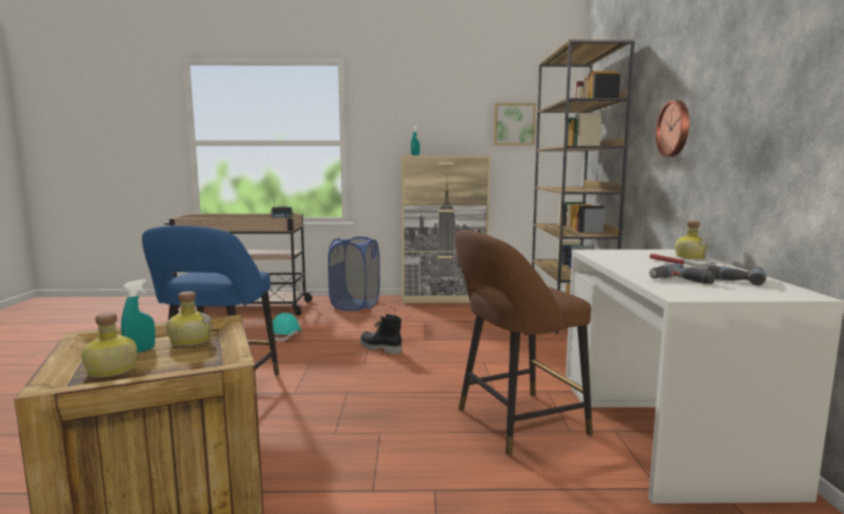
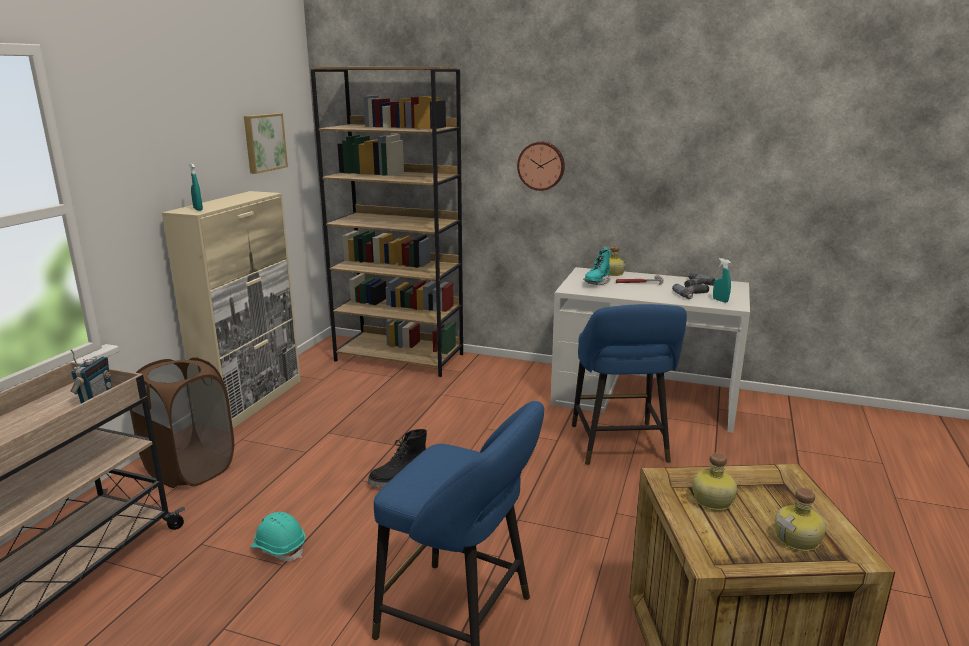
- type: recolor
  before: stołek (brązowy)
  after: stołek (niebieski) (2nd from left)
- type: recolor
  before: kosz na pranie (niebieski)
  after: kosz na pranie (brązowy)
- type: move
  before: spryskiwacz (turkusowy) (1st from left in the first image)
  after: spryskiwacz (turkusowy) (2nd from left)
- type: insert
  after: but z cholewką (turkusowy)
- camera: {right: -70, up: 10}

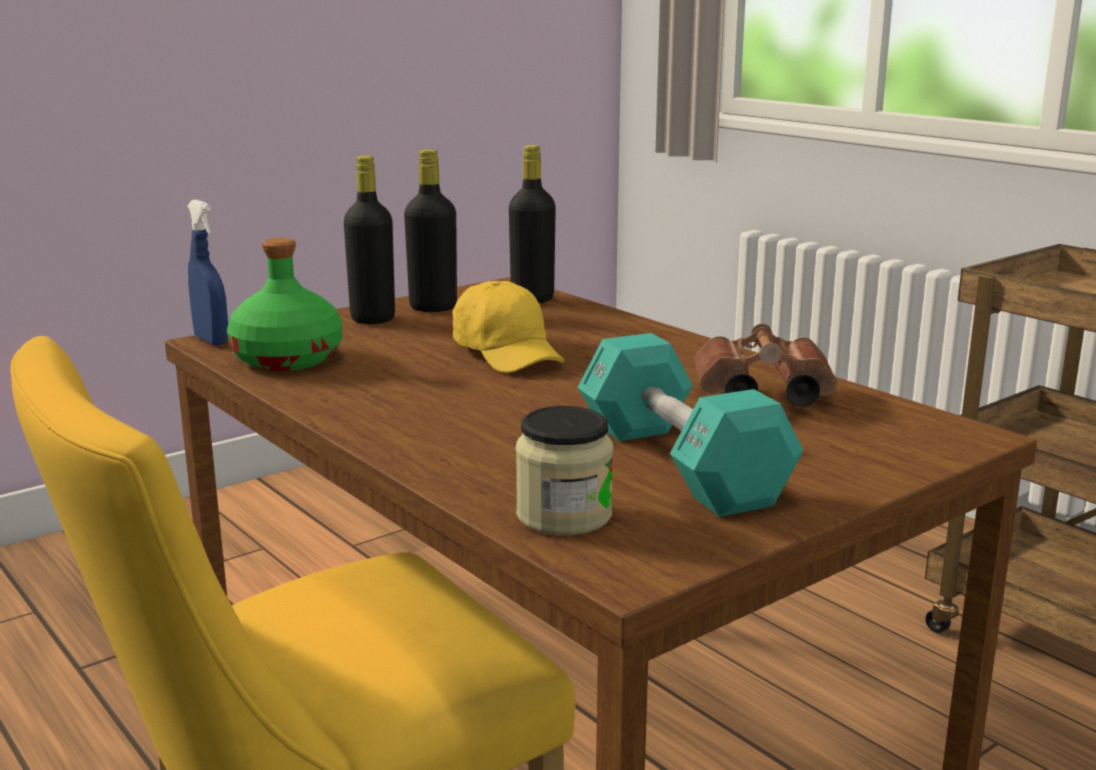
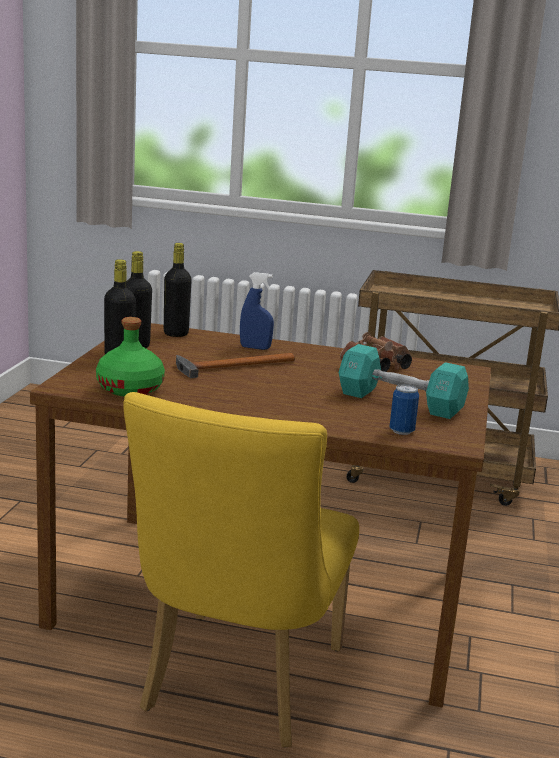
- type: move
  before: spryskiwacz (niebieski)
- type: replace
  before: czapka z daszkiem (żółty)
  after: młotek
- type: replace
  before: słoik
  after: puszka
- camera: {right: -40, up: 0}

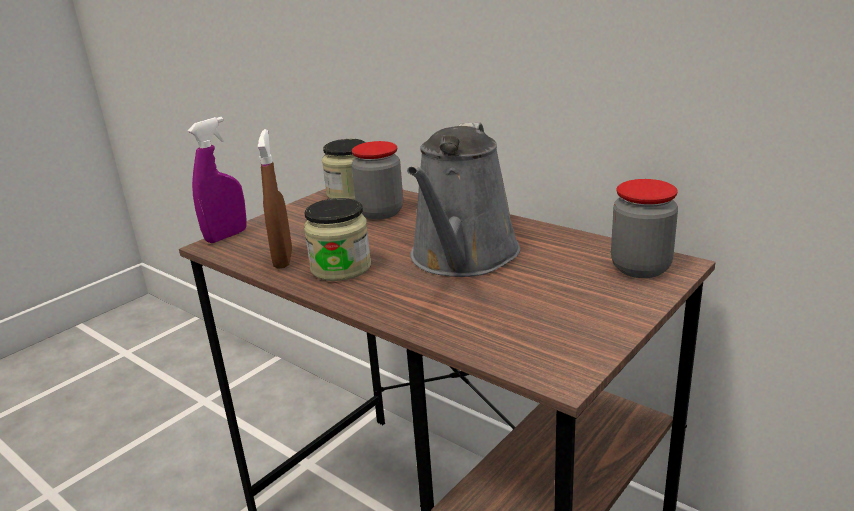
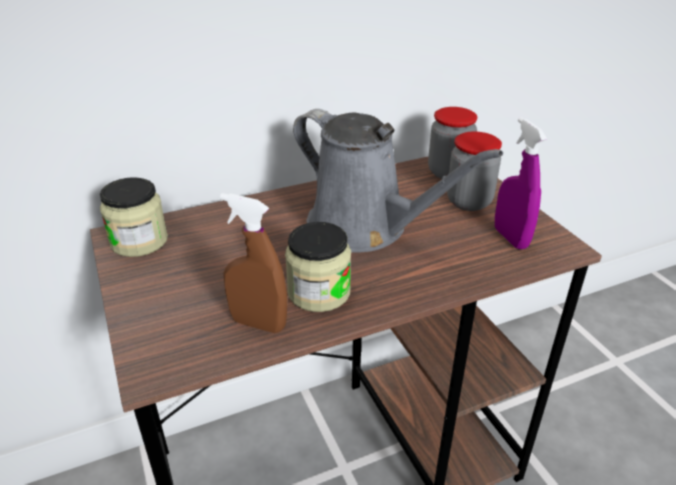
- type: move
  before: spryskiwacz (fioletowy)
- type: move
  before: słoik (3rd from left in the first image)
  after: słoik (4th from left)
- camera: {right: -65, up: 10}

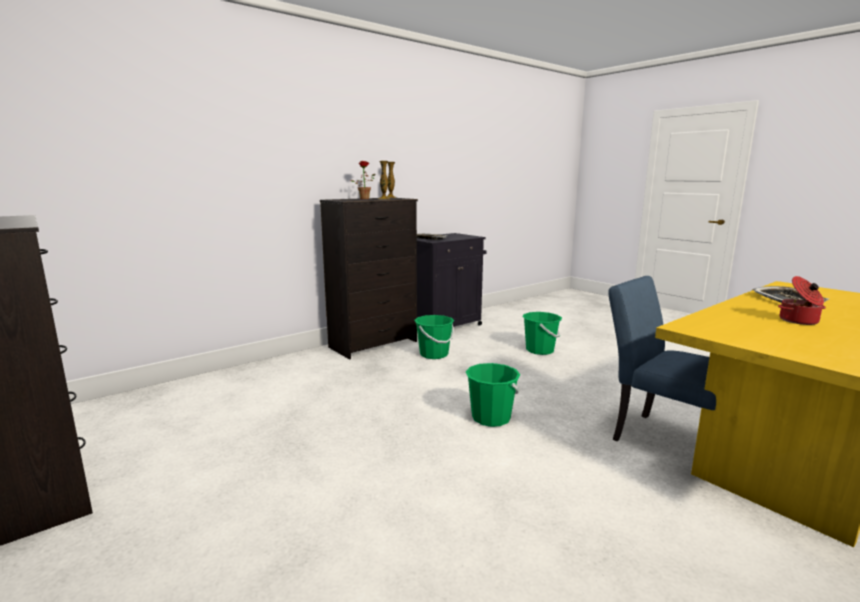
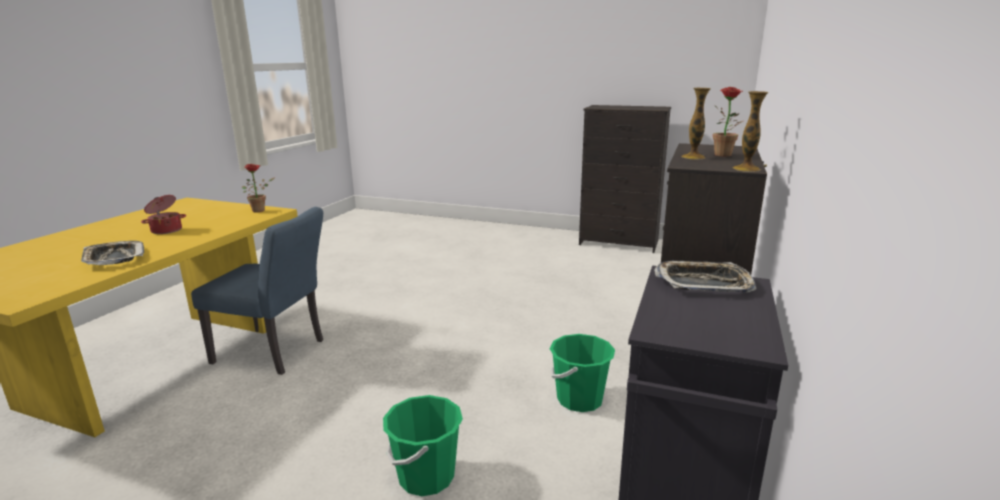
- type: delete
  before: wiadro (zielony) (2nd from left)
- type: insert
  after: roślina doniczkowa (1st from left)
- camera: {right: 150, up: 5}

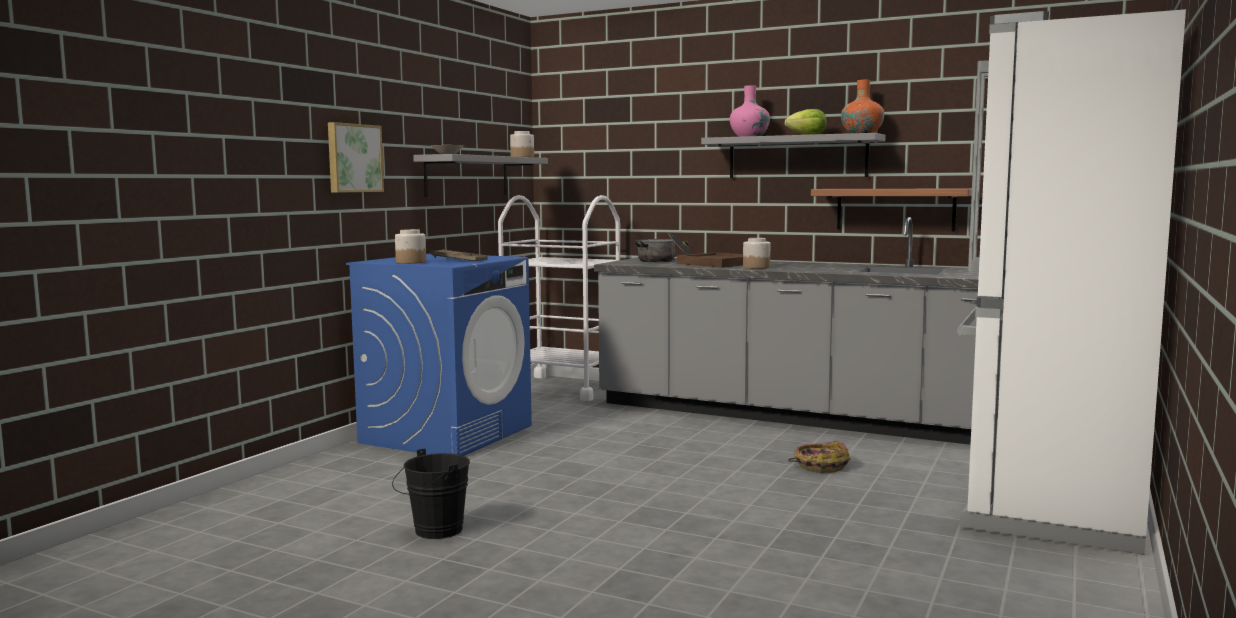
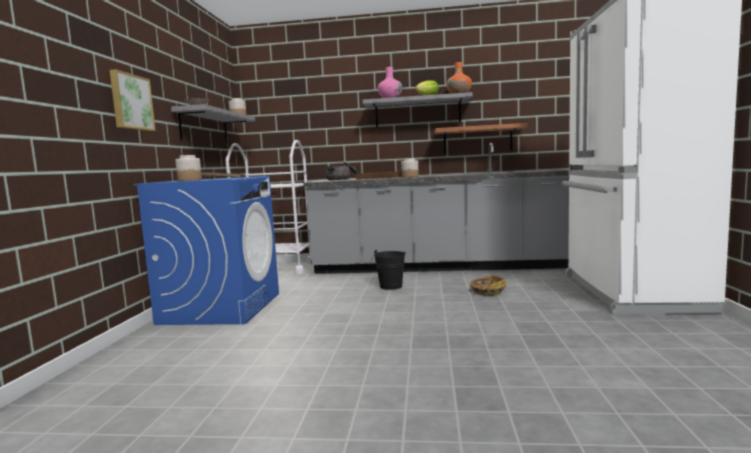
- type: move
  before: wiadro (czarny)
- camera: {right: -20, up: 0}

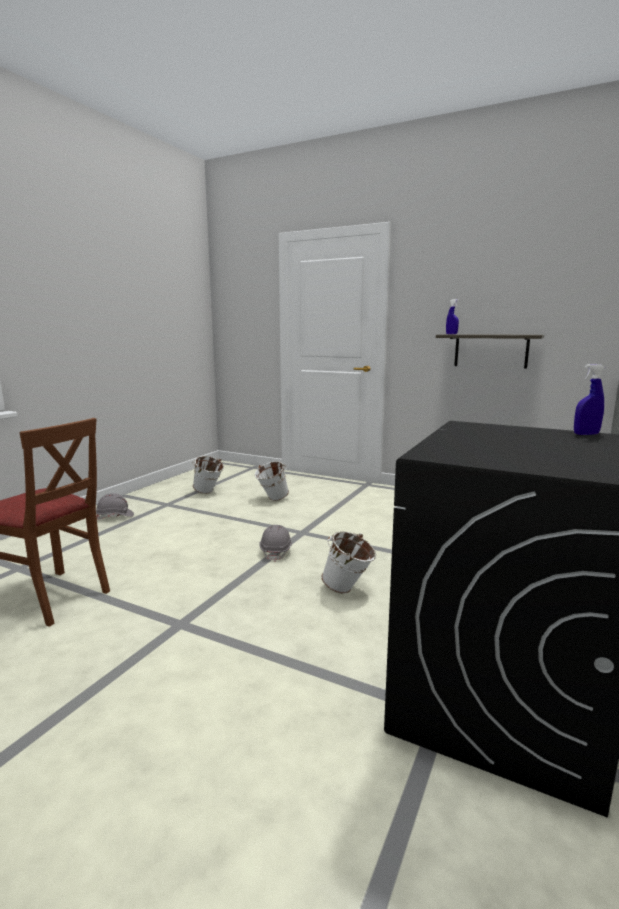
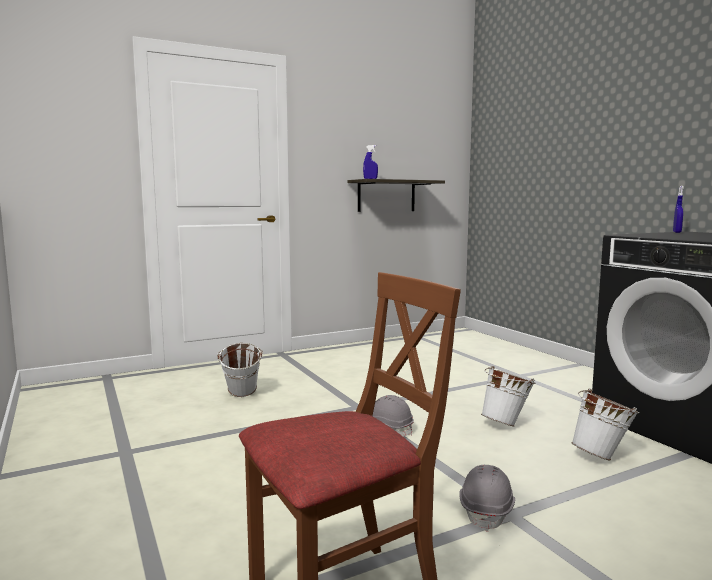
- type: move
  before: wiadro (biały) (1st from left in the first image)
  after: wiadro (biały) (3rd from left)
- type: move
  before: kask (szary) (1st from left in the first image)
  after: kask (szary) (2nd from left)
- camera: {right: -55, up: -5}

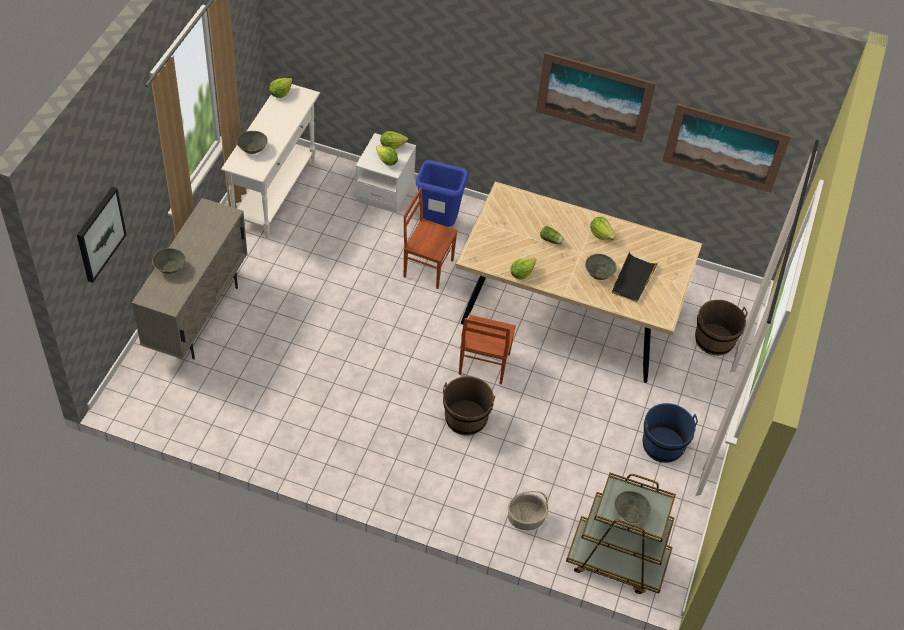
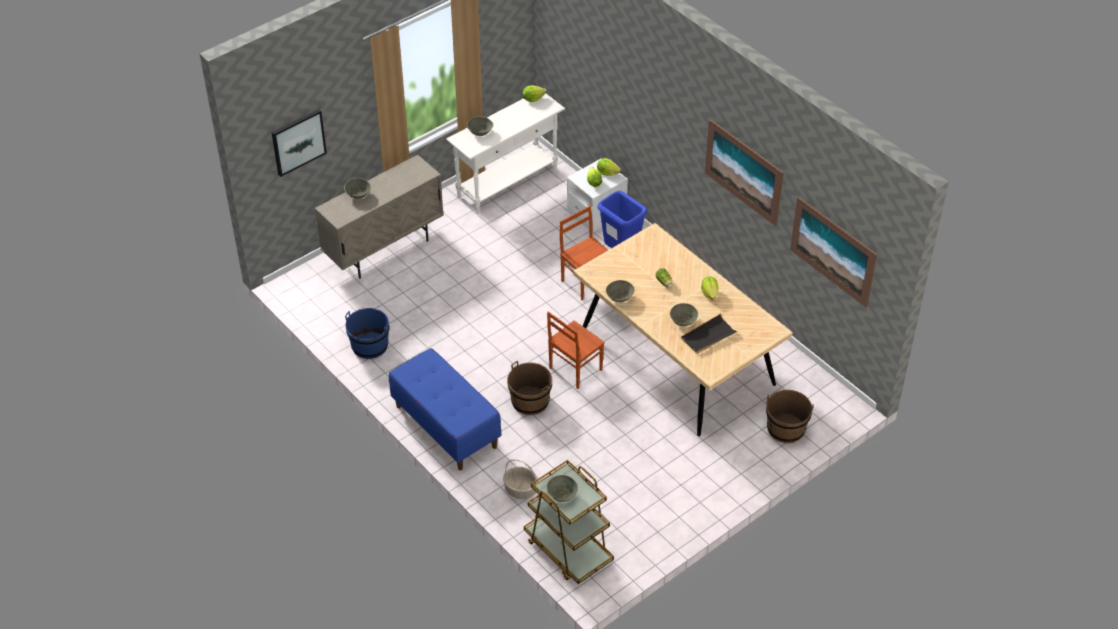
- type: replace
  before: sałata (4th from left)
  after: miska (szary) (4th from left)
- type: move
  before: wiadro (niebieski)
- type: insert
  after: ławka (niebieski)
- camera: {right: 35, up: -5}

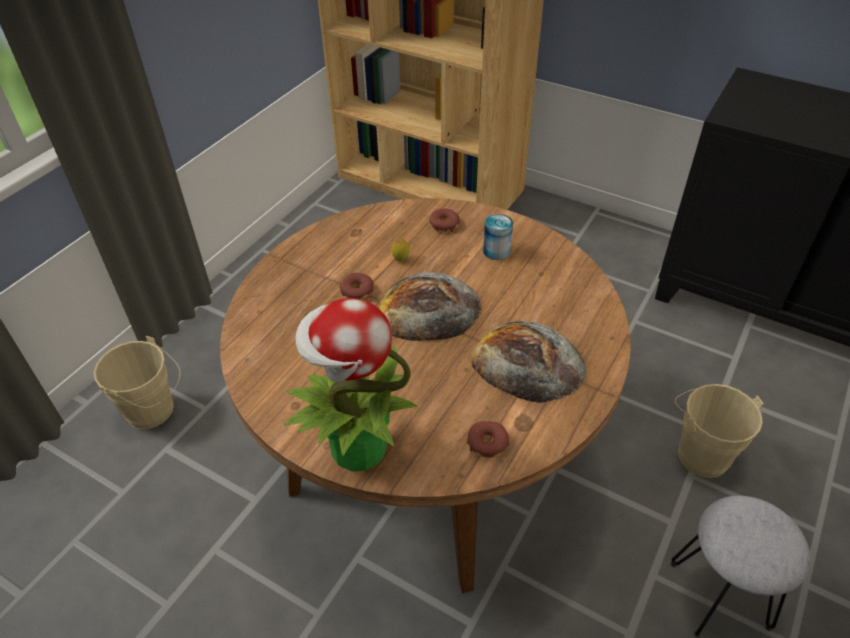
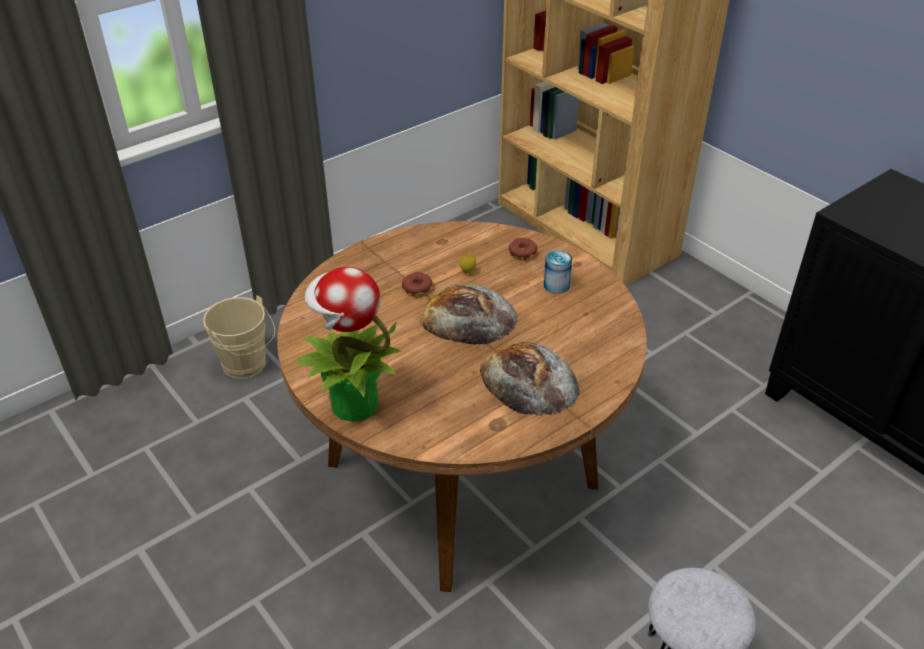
- type: delete
  before: wiadro (beżowy) (2nd from left)
- type: delete
  before: donut (3rd from left)
- camera: {right: 20, up: -5}

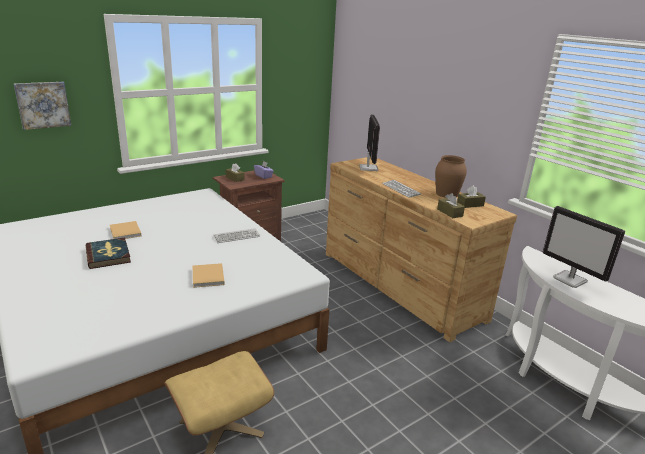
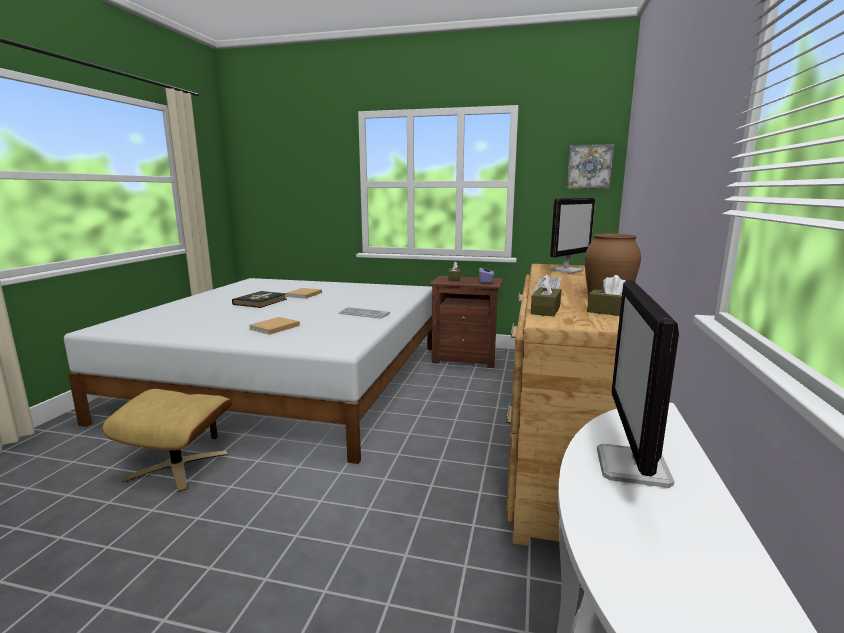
- type: move
  before: obraz
- camera: {right: 50, up: -10}

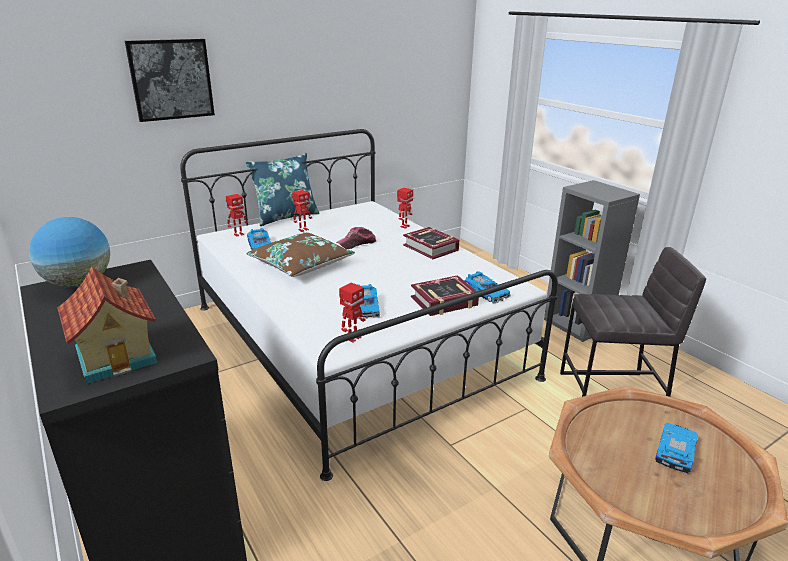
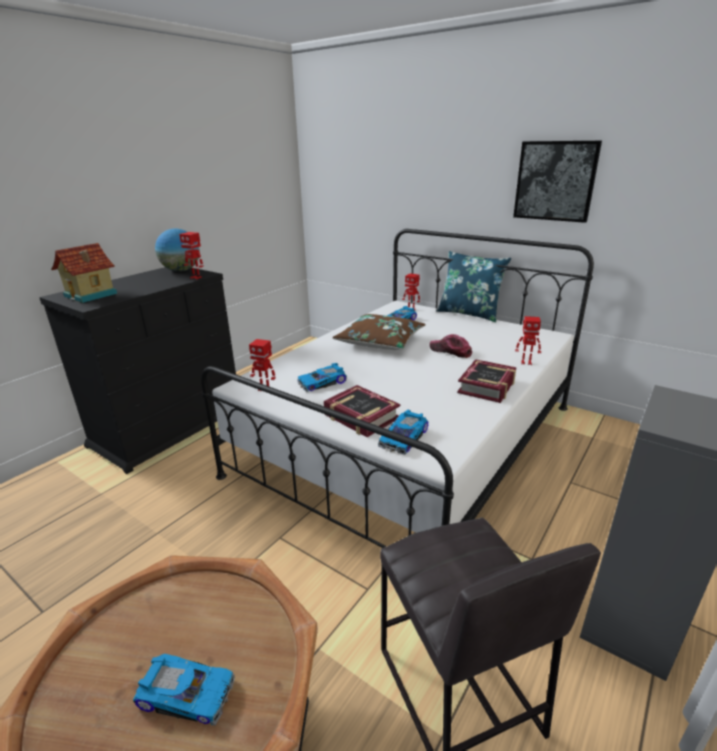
- type: move
  before: obraz
- type: move
  before: robot zabawkowy (2nd from left in the first image)
  after: robot zabawkowy (1st from left)
- camera: {right: 70, up: 0}

